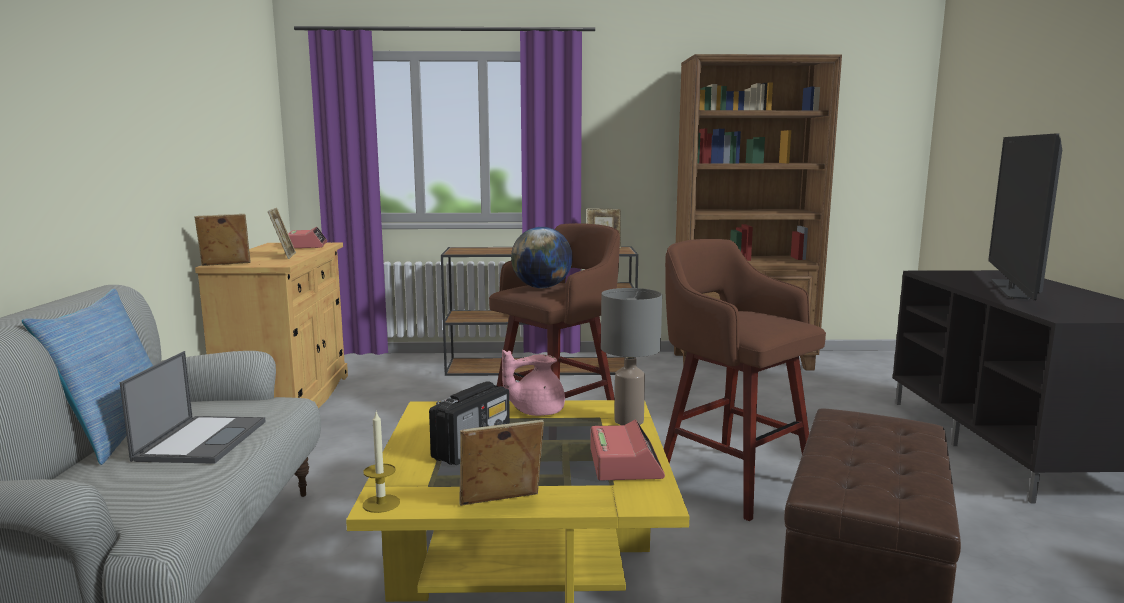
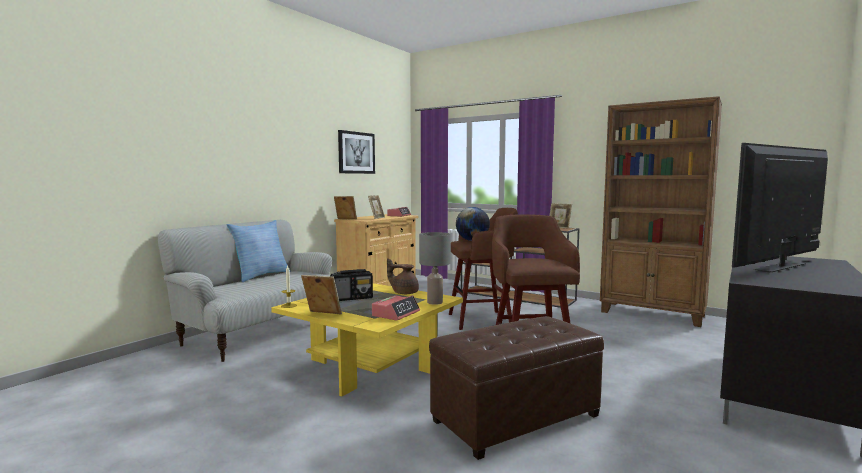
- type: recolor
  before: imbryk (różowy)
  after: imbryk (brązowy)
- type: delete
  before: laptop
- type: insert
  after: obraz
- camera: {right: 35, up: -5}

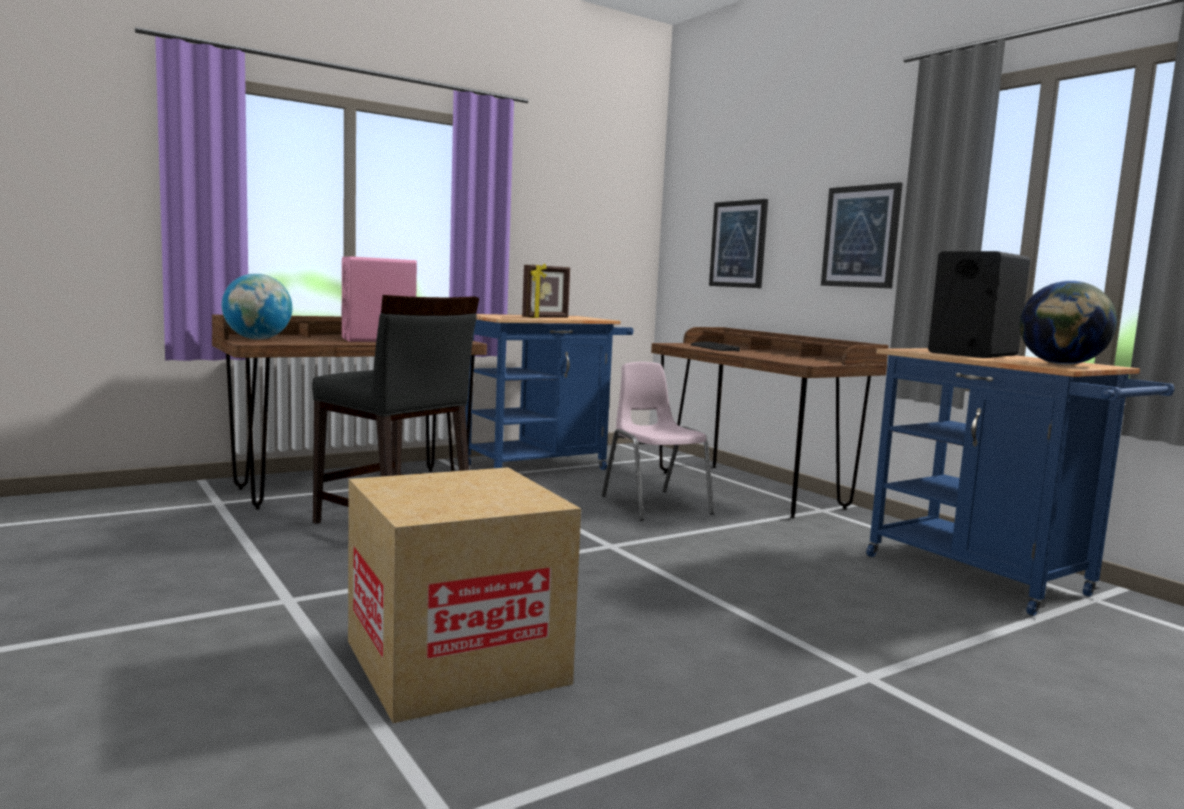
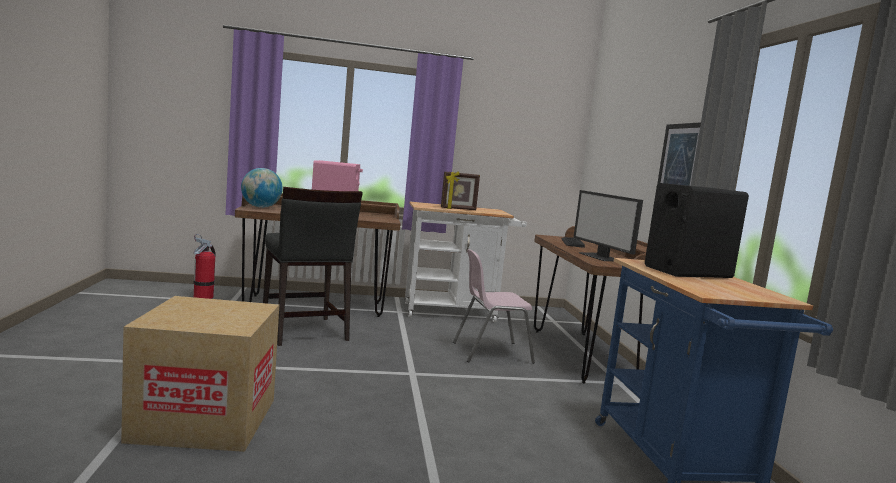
- type: delete
  before: obraz (1st from left)
- type: delete
  before: globus (2nd from left)
- type: recolor
  before: wózek (niebieski) (1st from left)
  after: wózek (biały)
- type: rotate
  before: krzesło (różowy)
  turn: -105
- type: insert
  after: monitor
- type: insert
  after: gaśnica
- camera: {right: 25, up: 0}

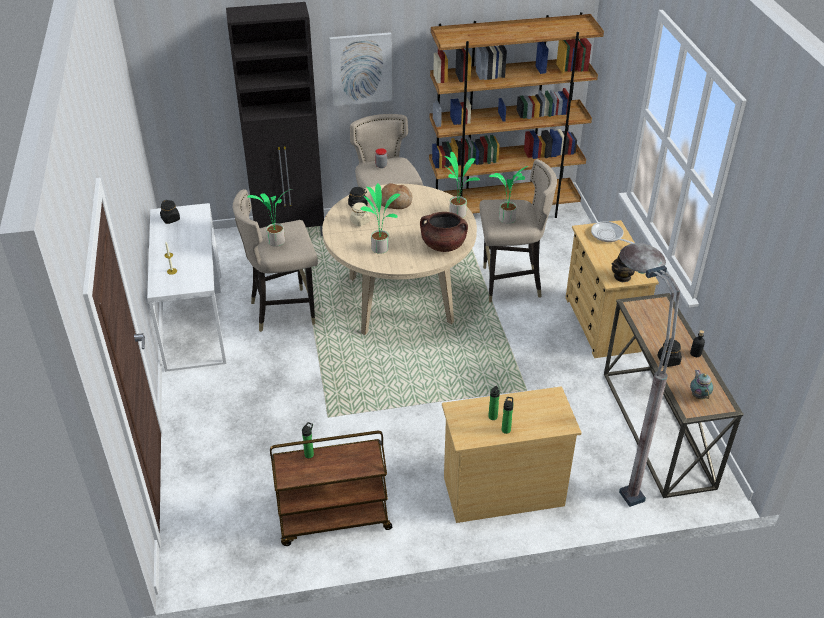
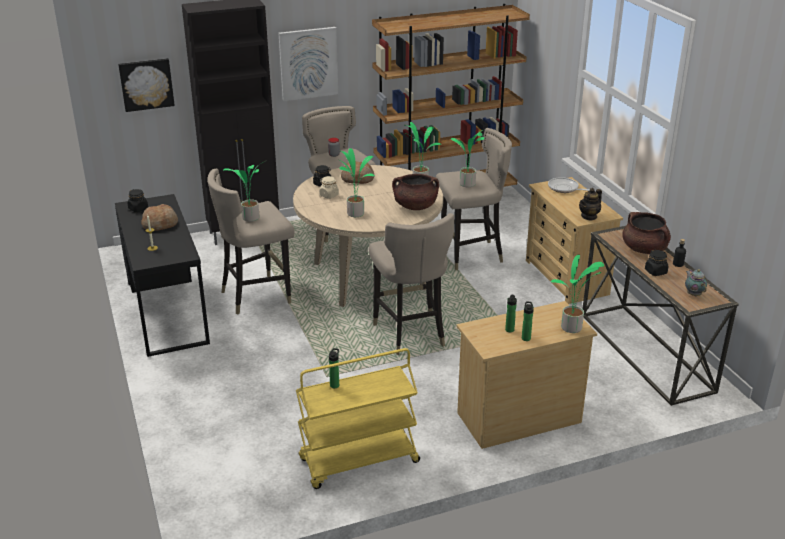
- type: recolor
  before: biurko (biały)
  after: biurko (czarny)
- type: delete
  before: lampa stojąca (szary)
- type: recolor
  before: wózek (brązowy)
  after: wózek (żółty)
- type: insert
  after: obraz (1st from left)
- type: insert
  after: chleb (1st from left)
- type: insert
  after: garnek (brązowy) (2nd from left)
- type: insert
  after: stołek (beżowy) (3rd from left)
- type: insert
  after: roślina doniczkowa (5th from left)
- camera: {right: -10, up: -10}

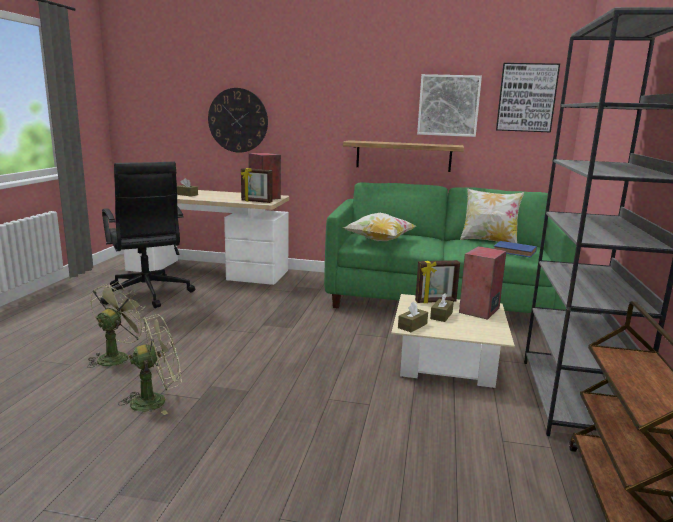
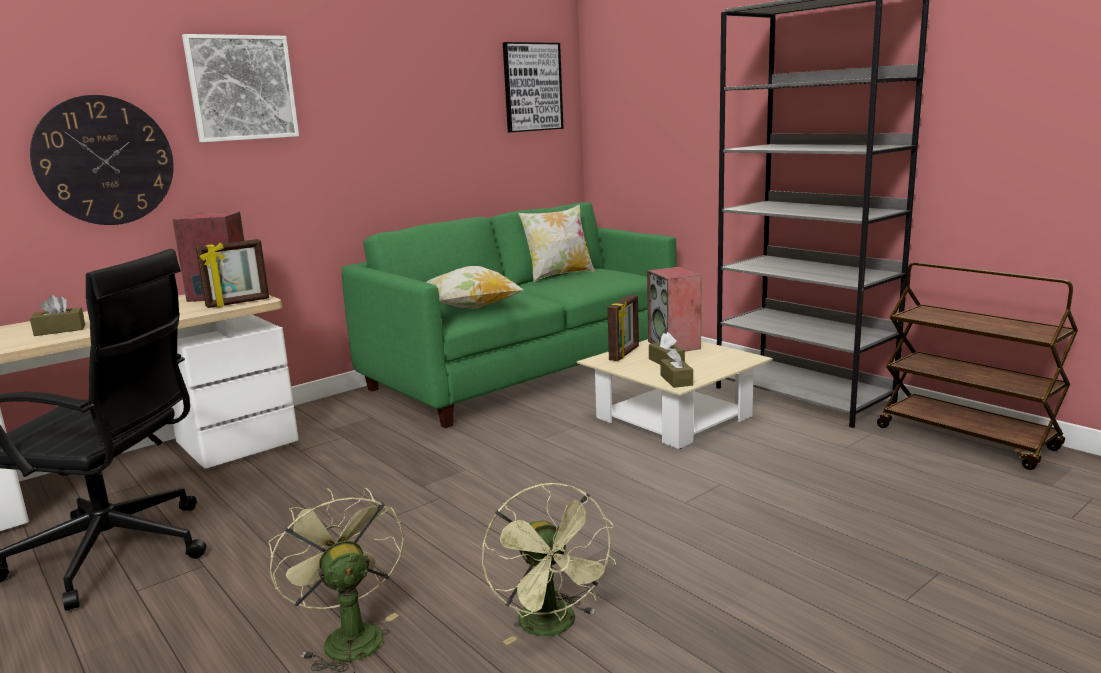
- type: move
  before: obraz (1st from left)
- type: delete
  before: półka
- type: delete
  before: książka (niebieski)
- type: rotate
  before: wentylator (zielony) (2nd from left)
  turn: 150
- camera: {right: -50, up: 0}

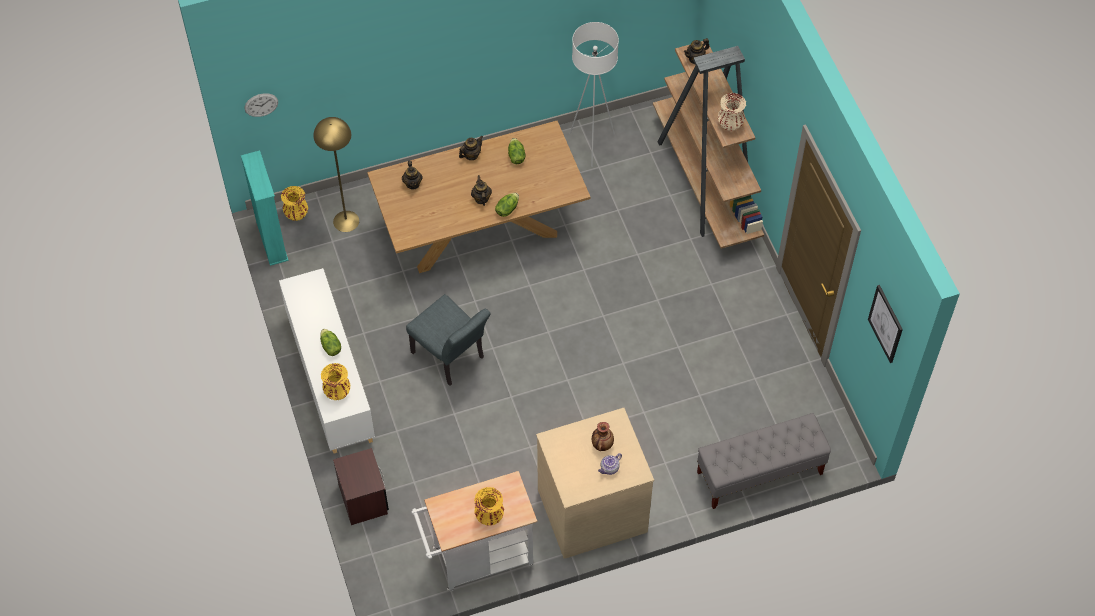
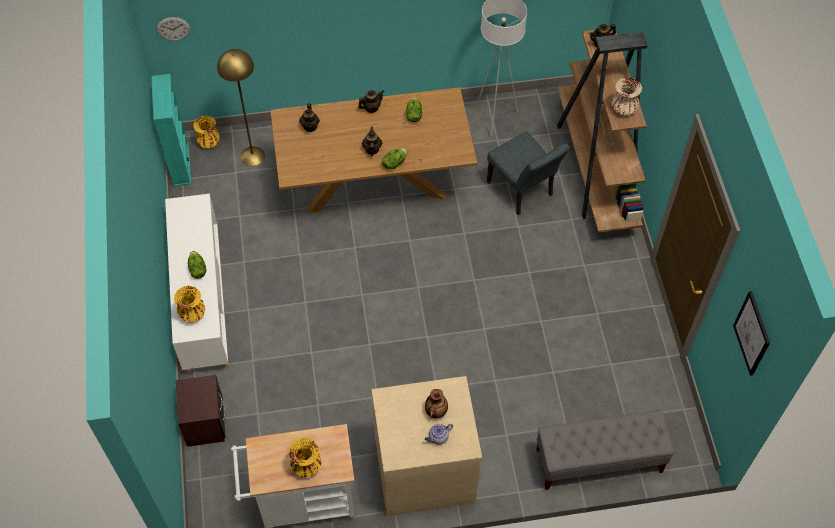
- type: move
  before: krzesło (szary)
- camera: {right: 10, up: 0}

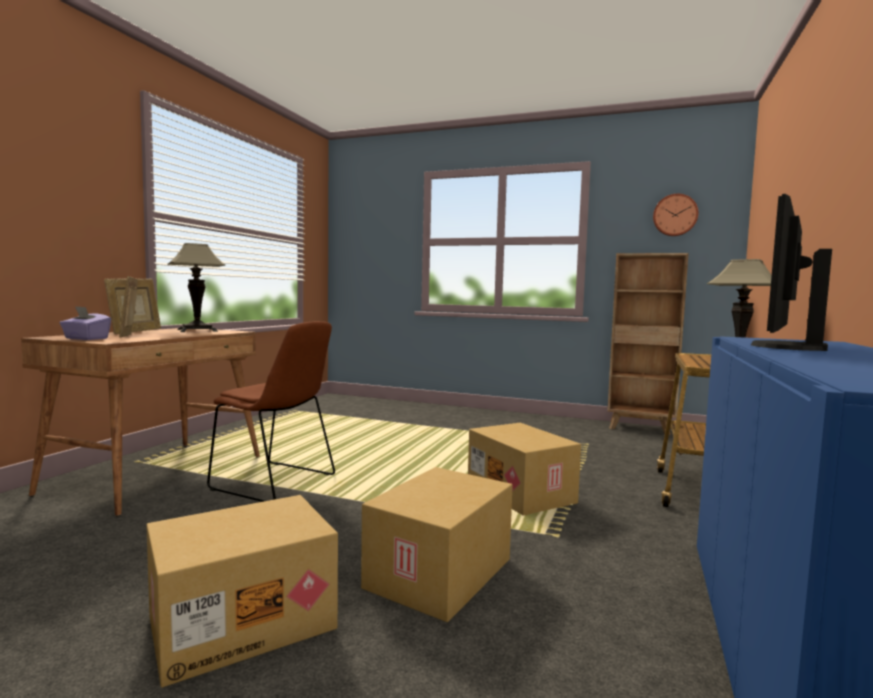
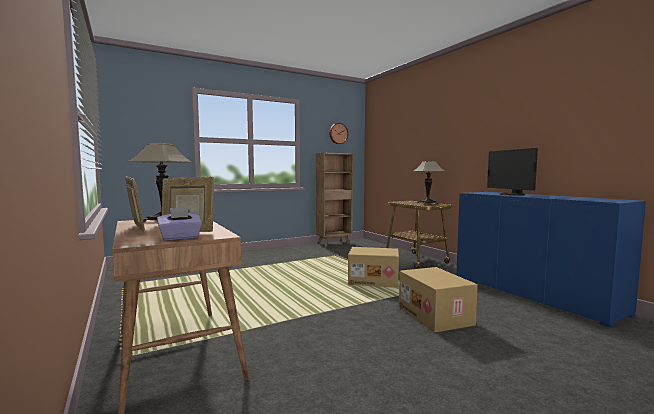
- type: delete
  before: krzesło (brązowy)
- type: delete
  before: karton (1st from left)
- camera: {right: -50, up: 0}

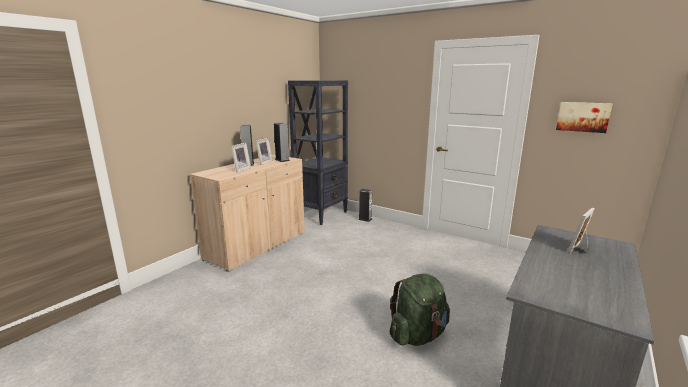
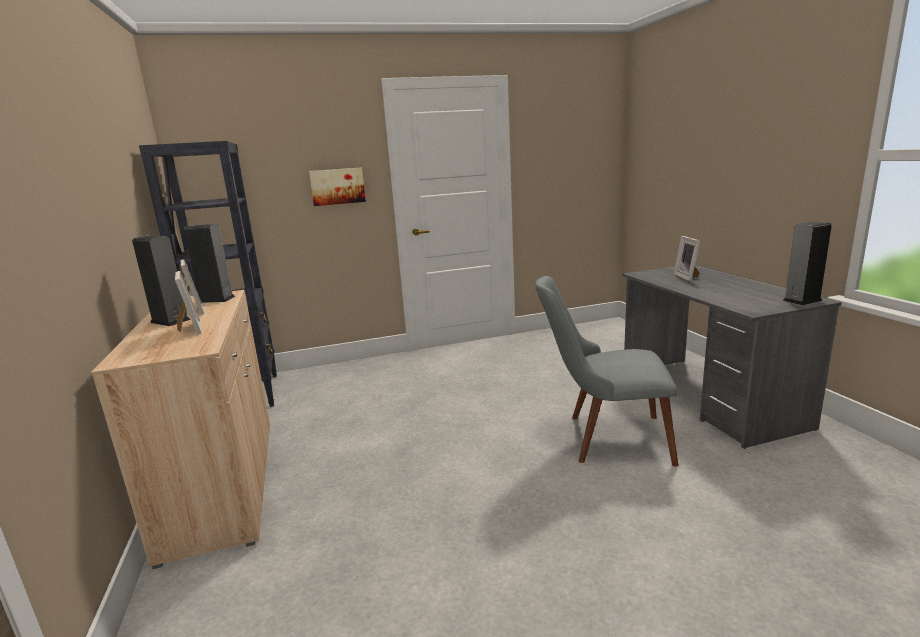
- type: move
  before: obraz
- type: move
  before: głośnik (3rd from left)
- type: replace
  before: plecak (zielony)
  after: krzesło (szary)
- camera: {right: -50, up: 0}

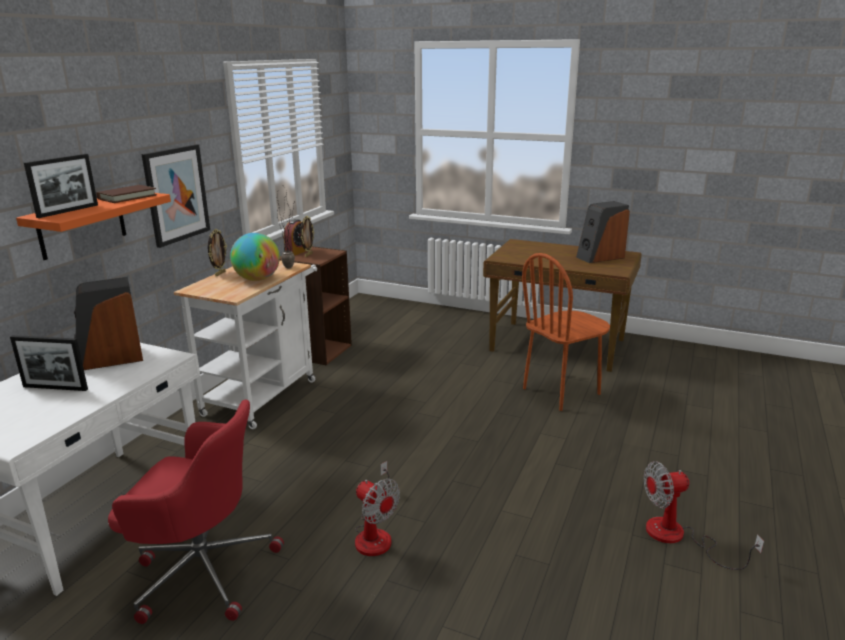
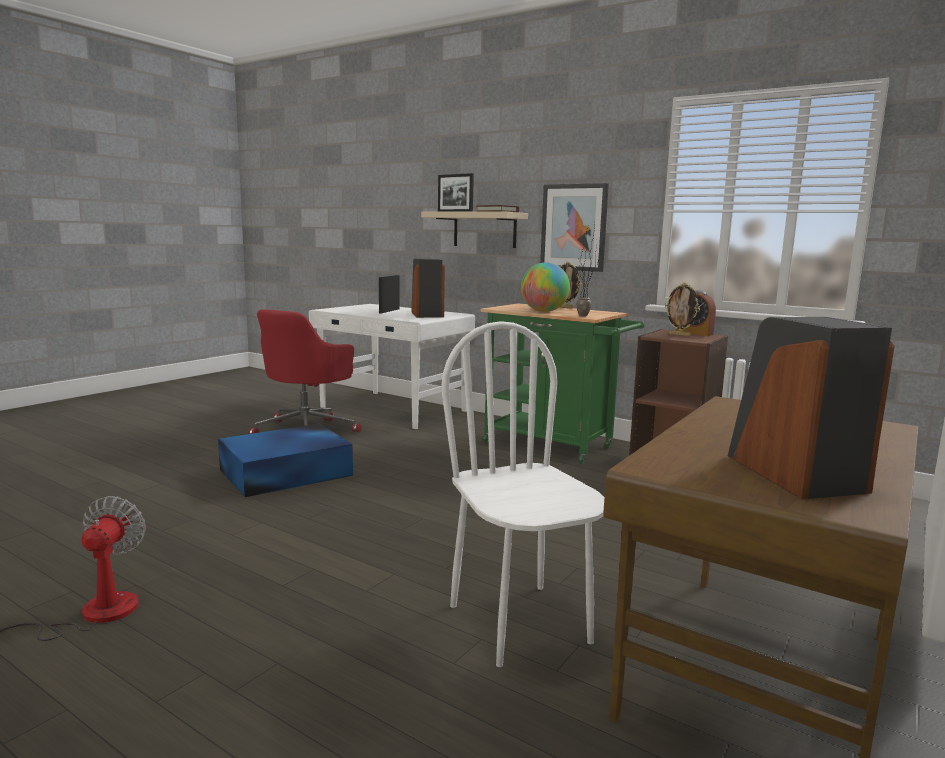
- type: recolor
  before: półka (pomarańczowy)
  after: półka (beżowy)
- type: recolor
  before: krzesło (brązowy)
  after: krzesło (biały)
- type: recolor
  before: wózek (biały)
  after: wózek (zielony)
- type: replace
  before: wentylator (1st from left)
  after: pojemnik do przechowywania (niebieski)
- camera: {right: 100, up: -10}

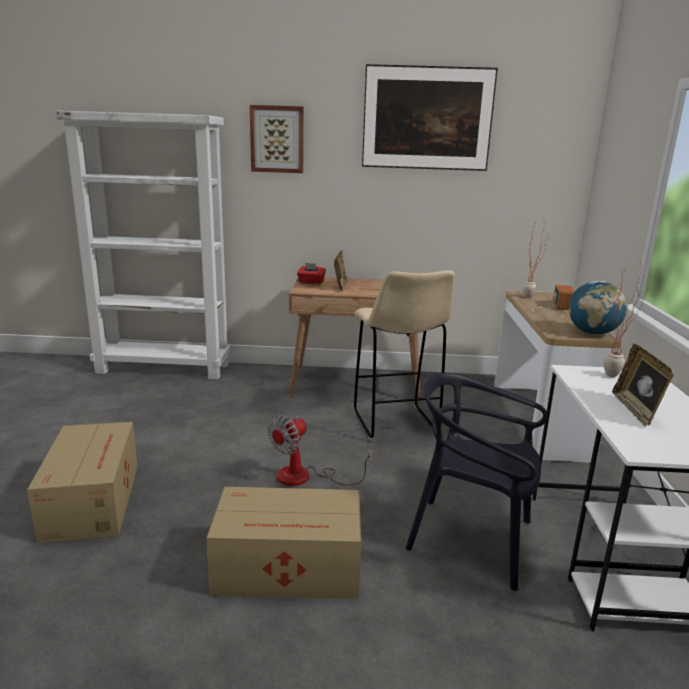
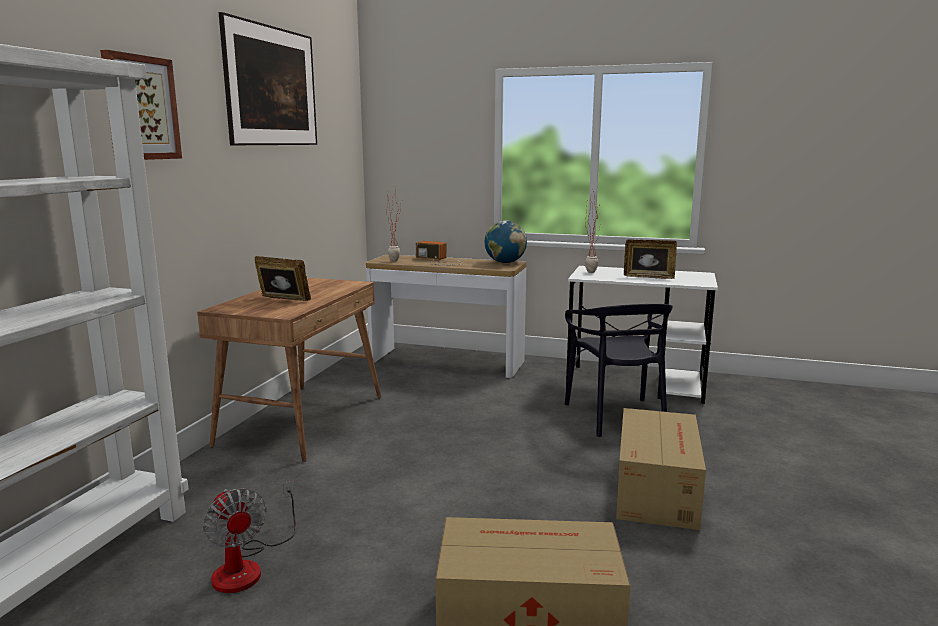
- type: delete
  before: pudełko chusteczek (czerwony)
- type: delete
  before: stołek (beżowy)
- type: rotate
  before: krzesło (czarny)
  turn: -45
- type: move
  before: wentylator
- camera: {right: -75, up: -5}

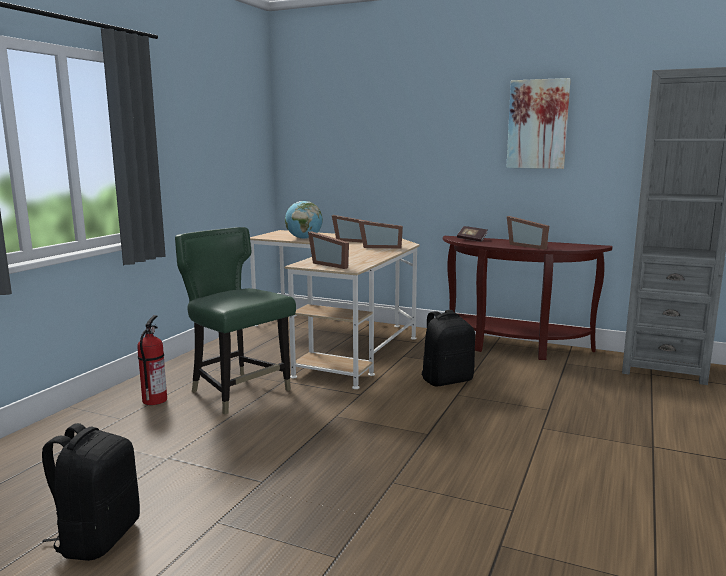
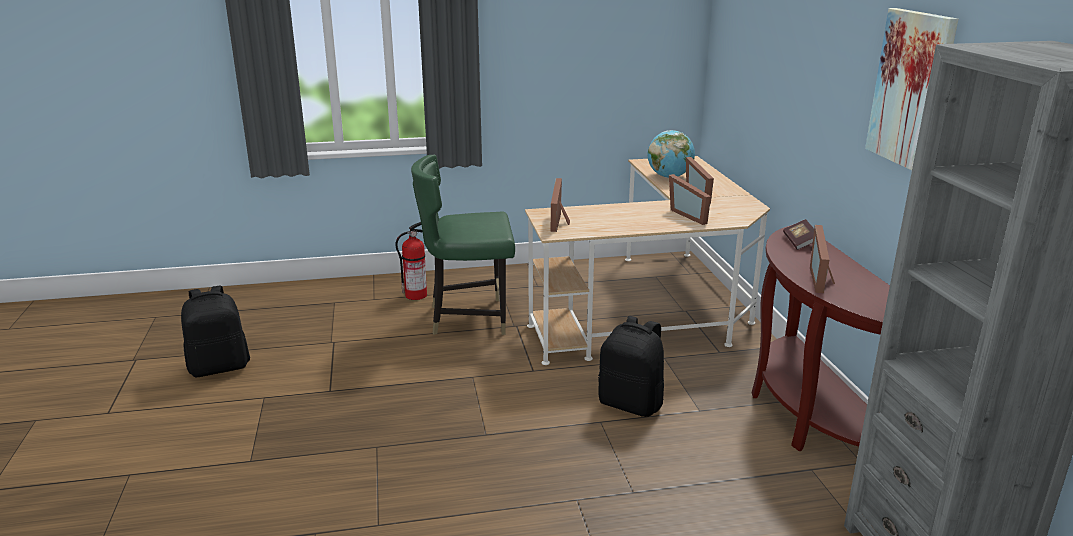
- type: rotate
  before: krzesło (zielony)
  turn: -105
- camera: {right: 55, up: 10}

